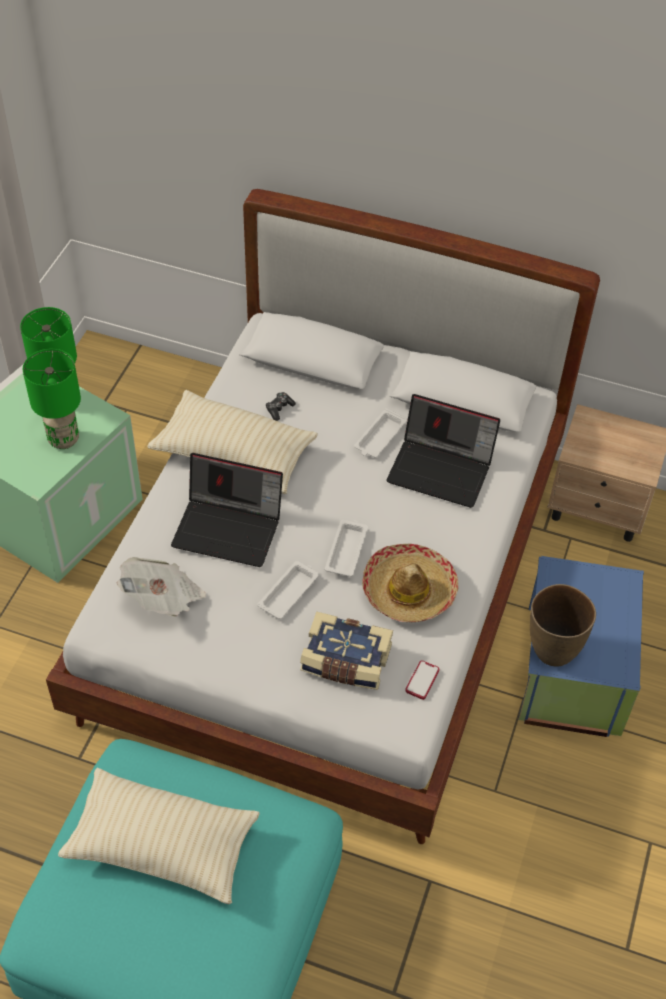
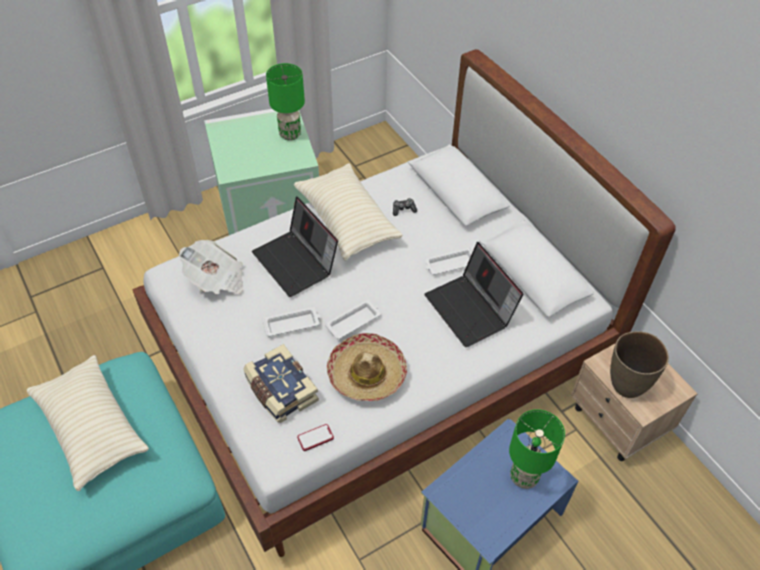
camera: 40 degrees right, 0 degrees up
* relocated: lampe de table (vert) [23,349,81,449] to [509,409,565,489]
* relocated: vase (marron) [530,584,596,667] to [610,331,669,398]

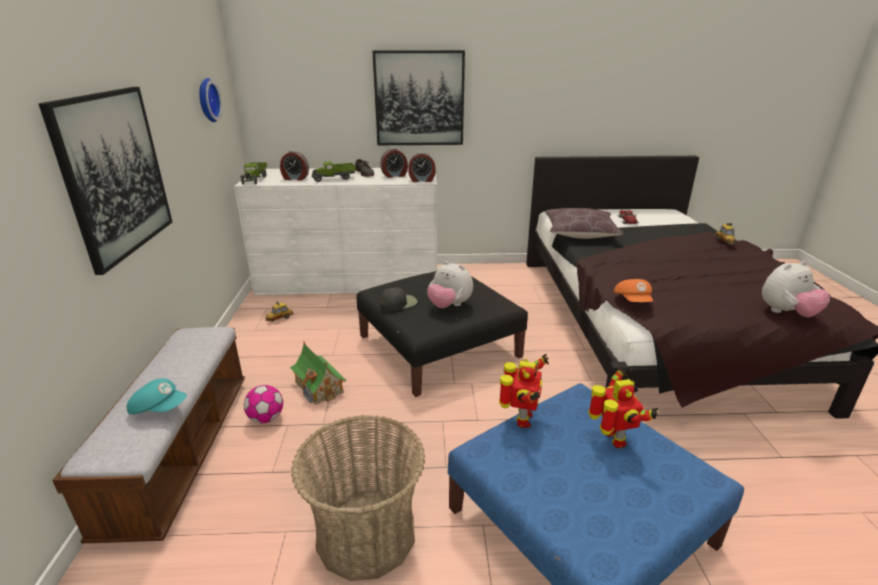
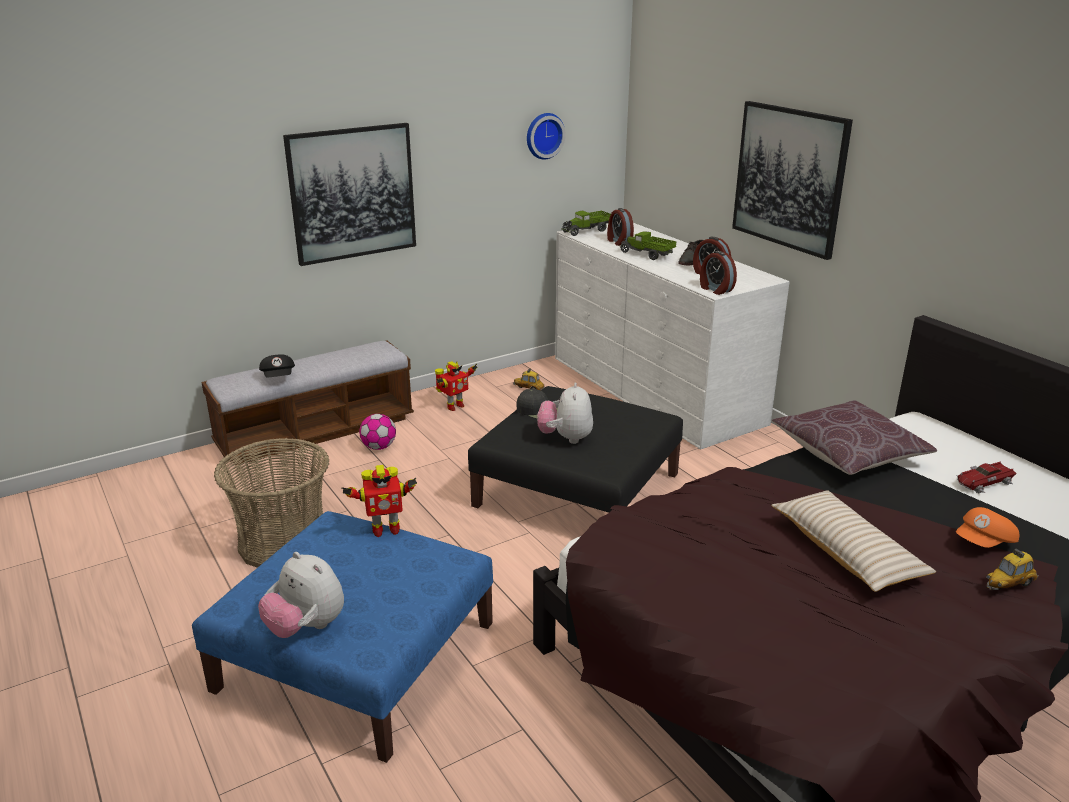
camera: 60 degrees right, 0 degrees up
* missing: maison miniature [290,342,346,405]
* appeared: coussin (beige) [771,490,936,592]
* relocated: robot jouet [588,366,658,448] to [435,361,478,411]
* relocated: casquette (orange) [614,279,653,302] to [956,507,1019,548]
* relocated: peluche [762,261,830,317] to [258,552,344,638]
* colour: casquette (turquoise) [127,378,187,414] to casquette (noir) [259,354,295,377]

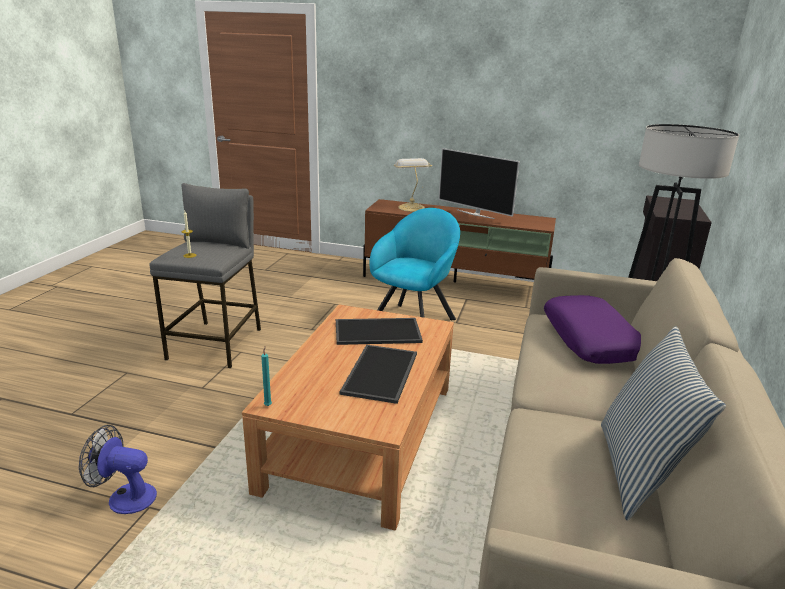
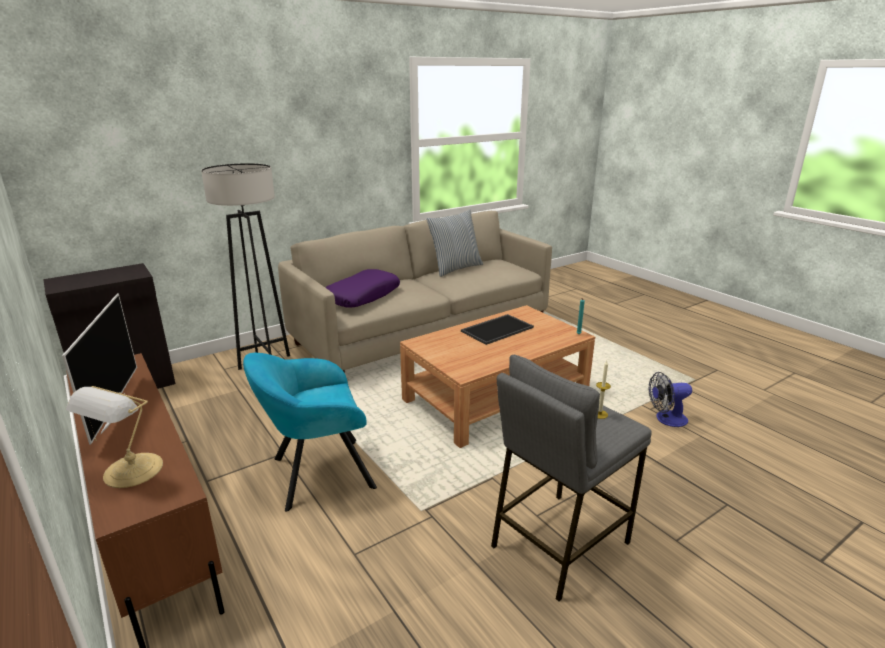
camera: 140 degrees left, 0 degrees up
* missing: plateau [336,318,423,345]
* spun: ventilateur [79,425,157,514] = [649,372,692,427] 120 degrees clockwise

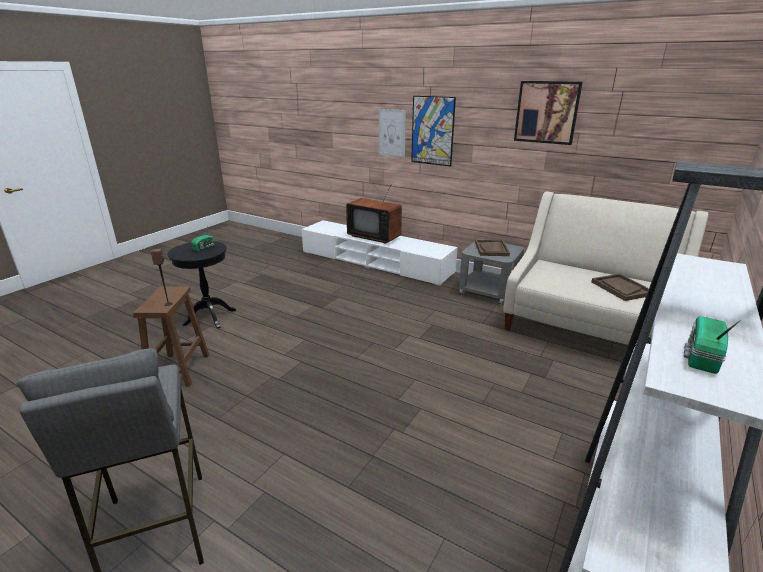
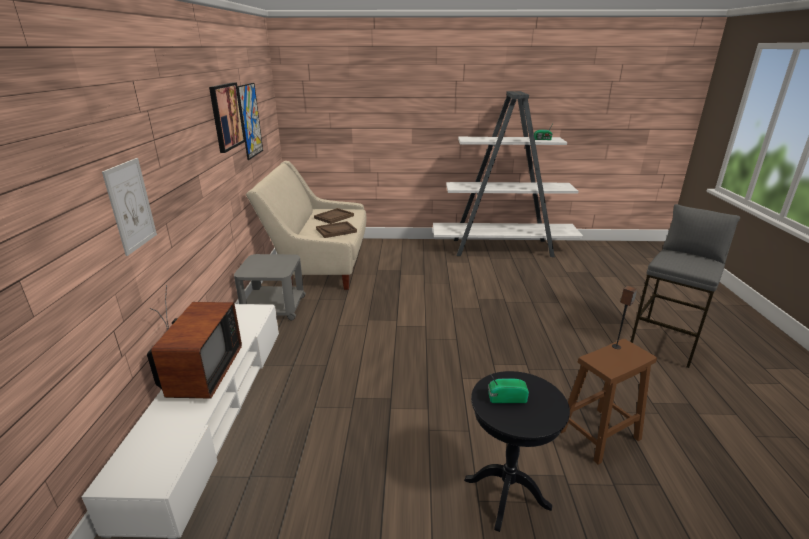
camera: 120 degrees left, 0 degrees up
* relocated: tableau [411,96,456,166] to [237,83,263,160]
* relocated: plateau (marron) [475,240,510,256] to [316,221,357,238]

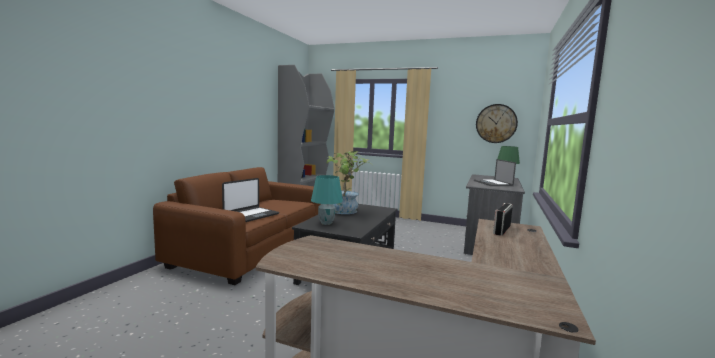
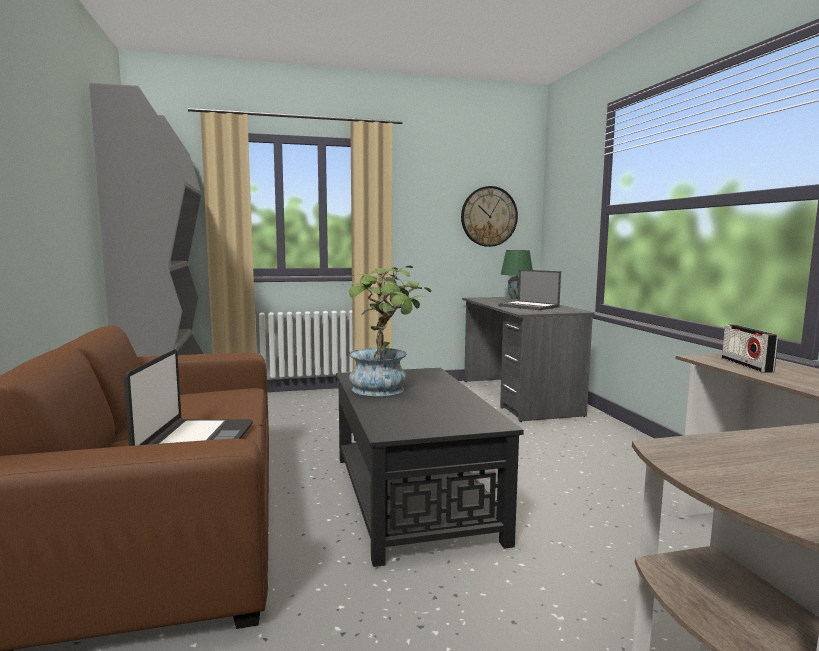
camera: 35 degrees left, 0 degrees up
* missing: lampe de table (turquoise) [311,175,343,225]

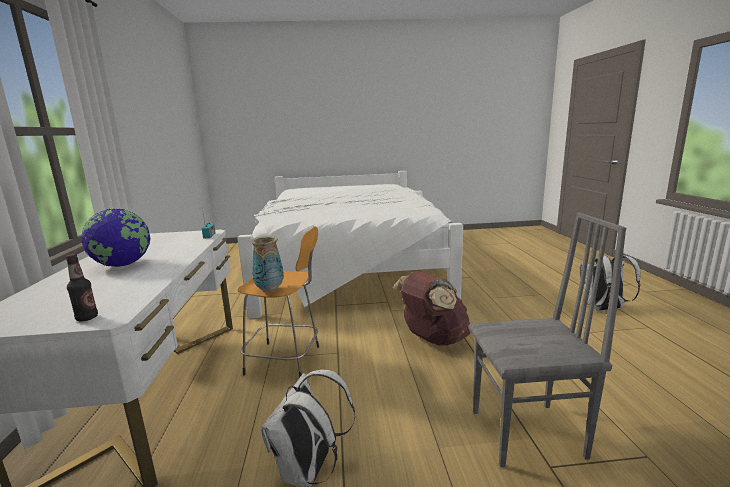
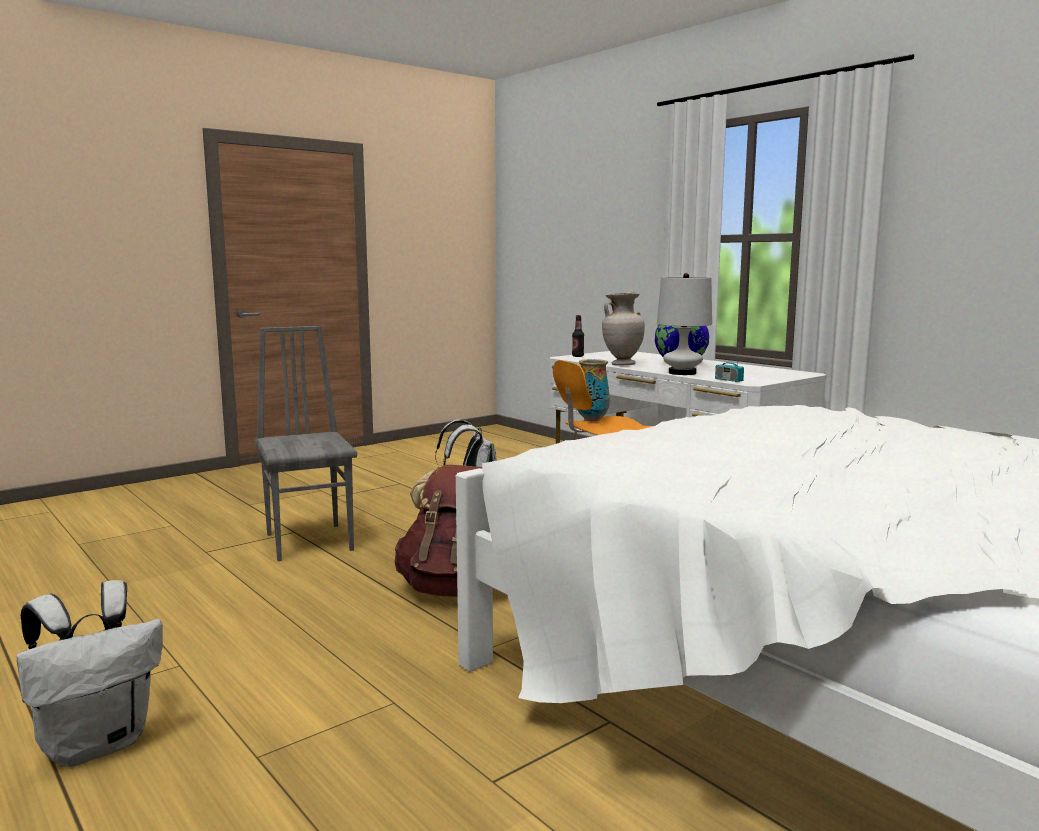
camera: 145 degrees right, 5 degrees down
* appeared: vase (beige) [602,293,645,365]
* appeared: lampe de table (blanc) [657,273,712,375]
* spun: chaise (gris) [469,212,626,467] = [255,326,357,561] 105 degrees clockwise

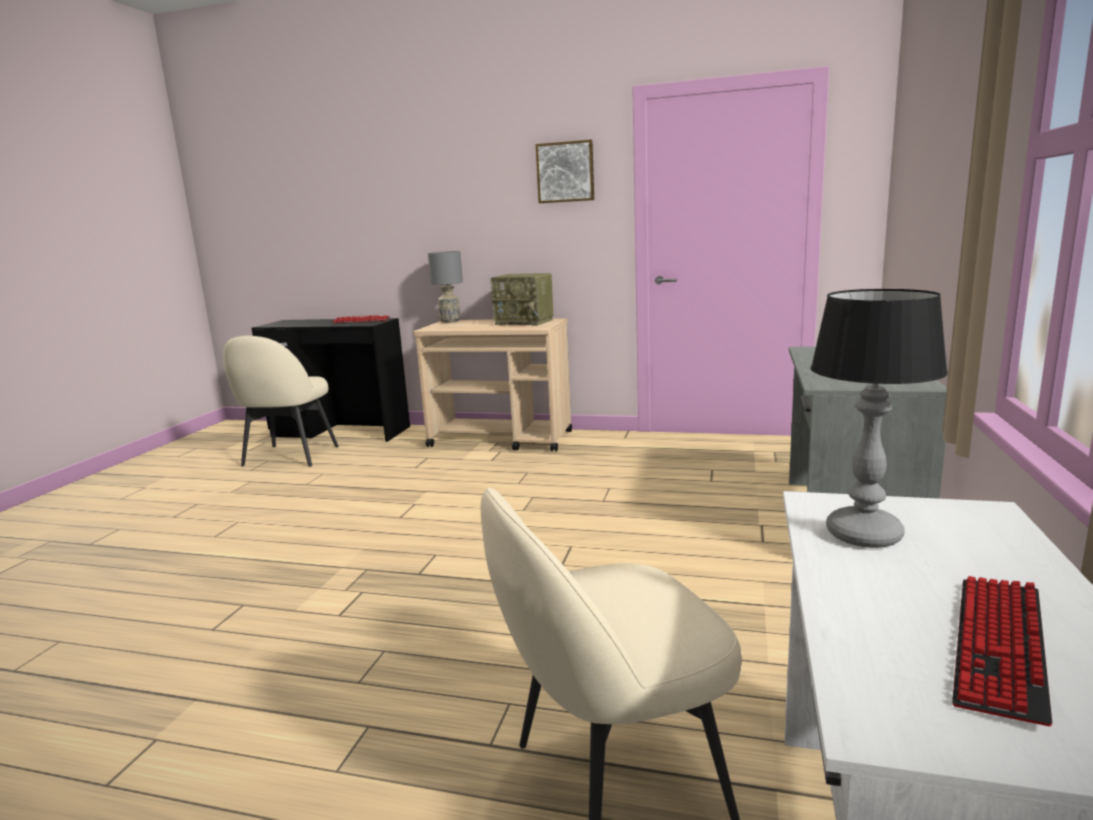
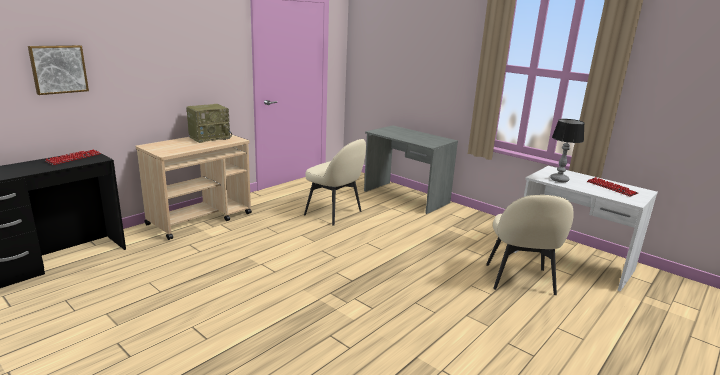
camera: 65 degrees left, 5 degrees up
* missing: lampe de table (gris) [428,251,463,323]
* relocated: chaise (beige) [223,336,339,467] to [304,139,366,226]
* relocated: tableau [535,140,594,203] to [28,45,89,95]

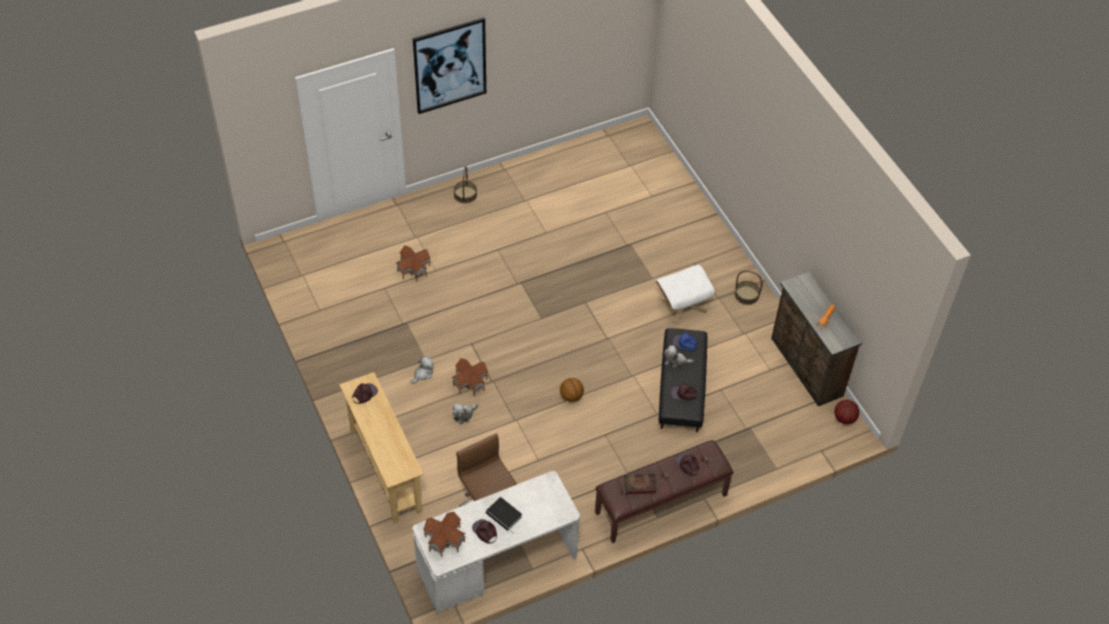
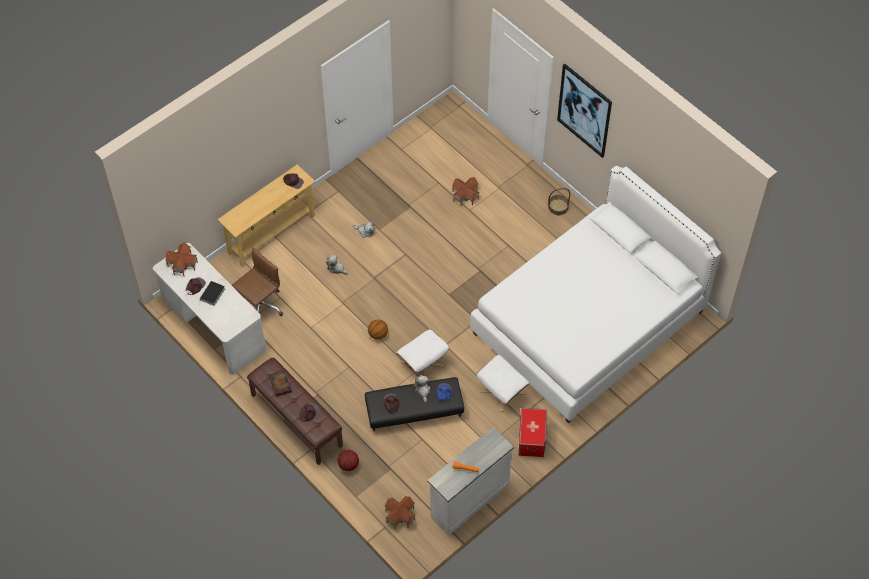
camera: 75 degrees right, 5 degrees up
* appeared: pouf (blanc) [396,329,449,376]
* appeared: lit (blanc) [470,166,721,423]
* relocated: maison miniature [452,358,488,396] to [384,496,416,529]
* relocated: ballon de basket [834,400,859,424] to [338,450,359,471]
* exchanged: panier [735,270,763,305] to boîte de rangement [519,408,547,457]
* colour: commode (marron) [771,272,862,406] to commode (blanc) [427,427,514,535]

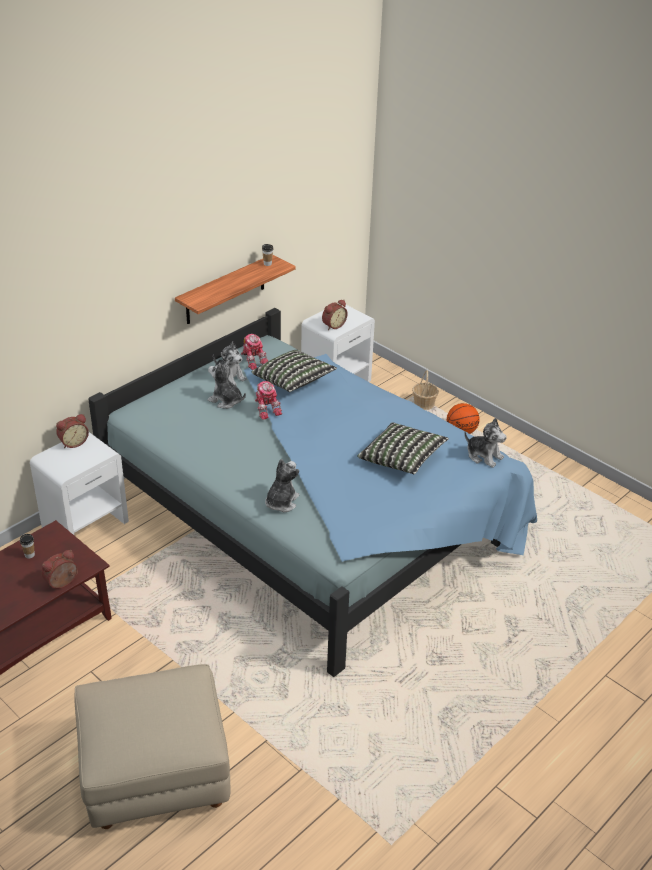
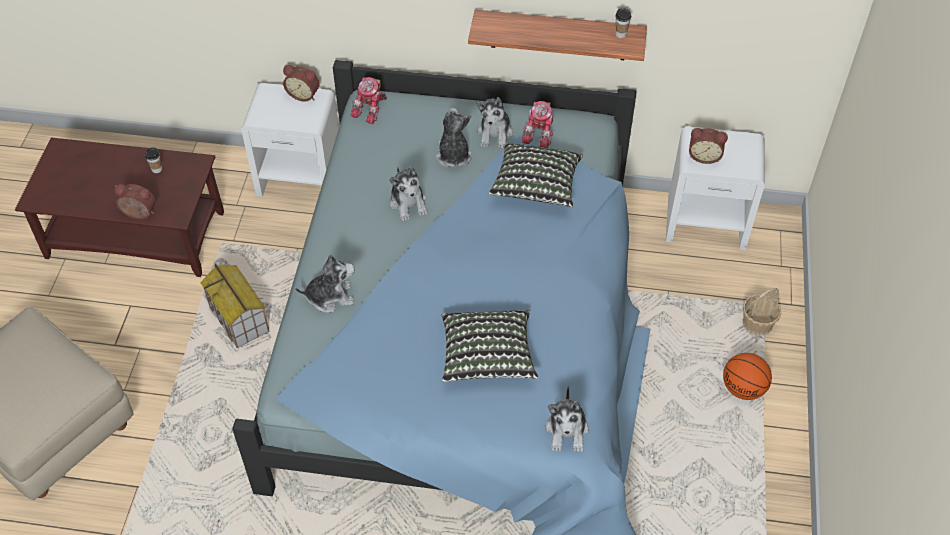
camera: 55 degrees right, 15 degrees up
* appeared: maison miniature [200,264,270,348]
* appeared: peluche [389,166,428,221]
* relocated: robot jouet [255,381,282,420] to [350,77,387,124]

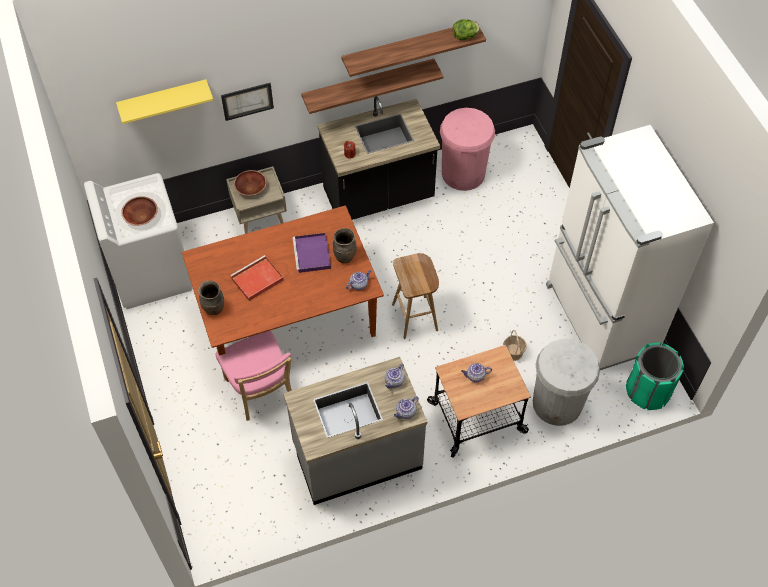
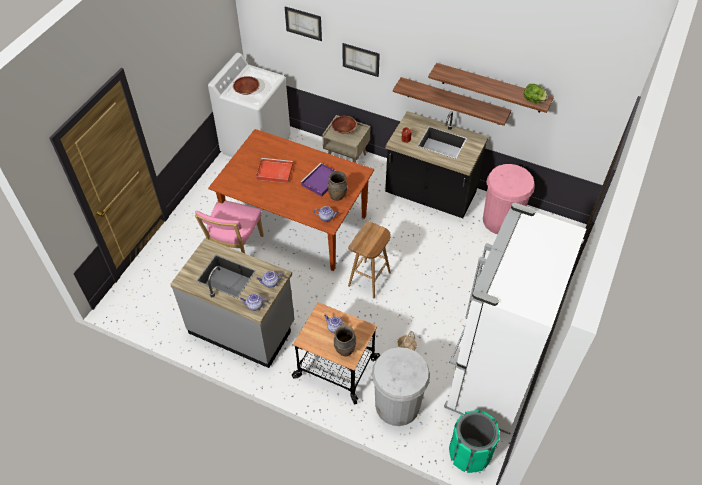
camera: 45 degrees right, 5 degrees down
* relocated: vase (marron) [198,281,224,315] to [334,325,356,356]
* exchanged: étagère (jaune) [116,79,213,124] to tableau [285,6,322,41]

